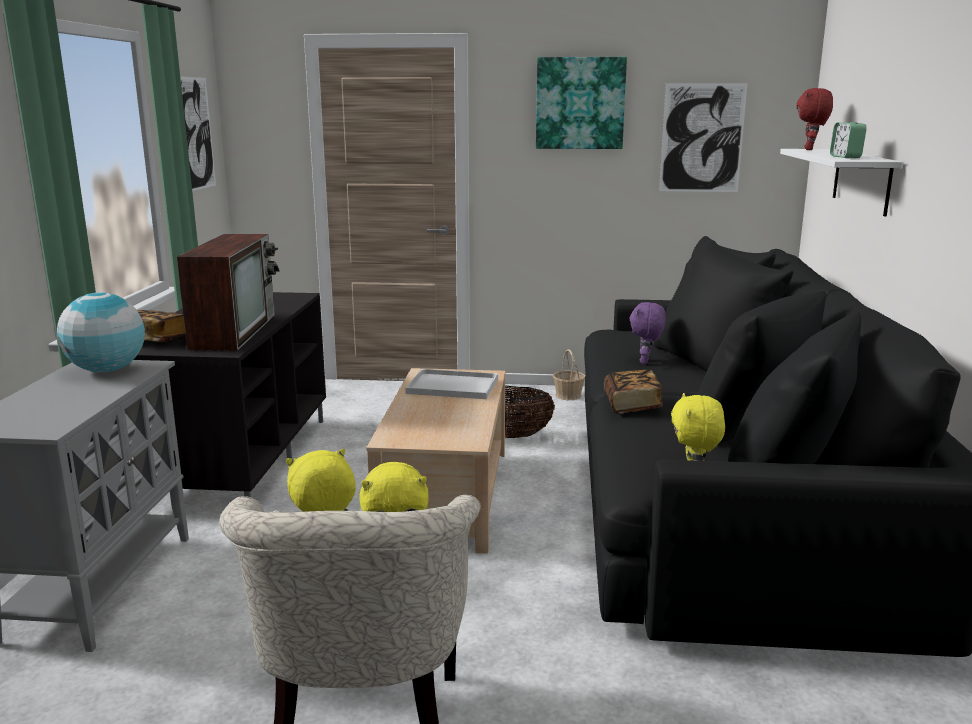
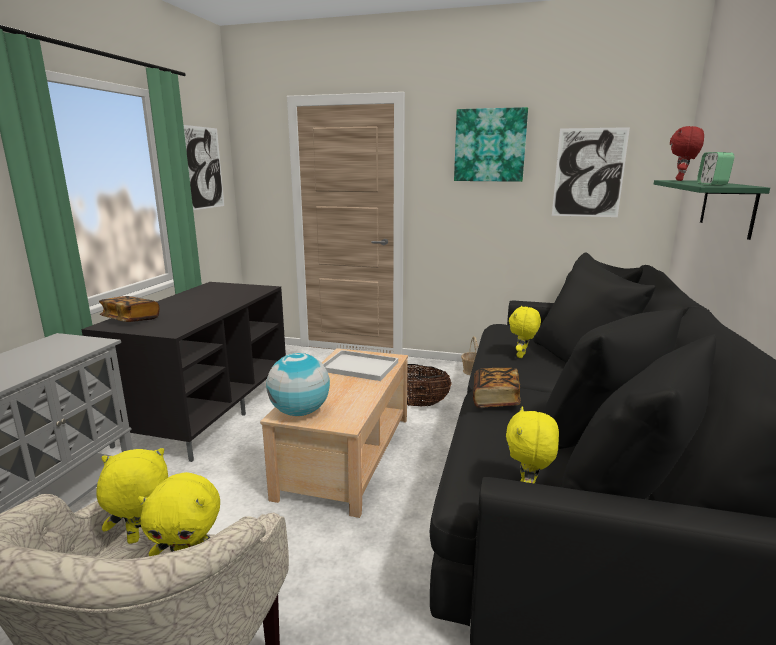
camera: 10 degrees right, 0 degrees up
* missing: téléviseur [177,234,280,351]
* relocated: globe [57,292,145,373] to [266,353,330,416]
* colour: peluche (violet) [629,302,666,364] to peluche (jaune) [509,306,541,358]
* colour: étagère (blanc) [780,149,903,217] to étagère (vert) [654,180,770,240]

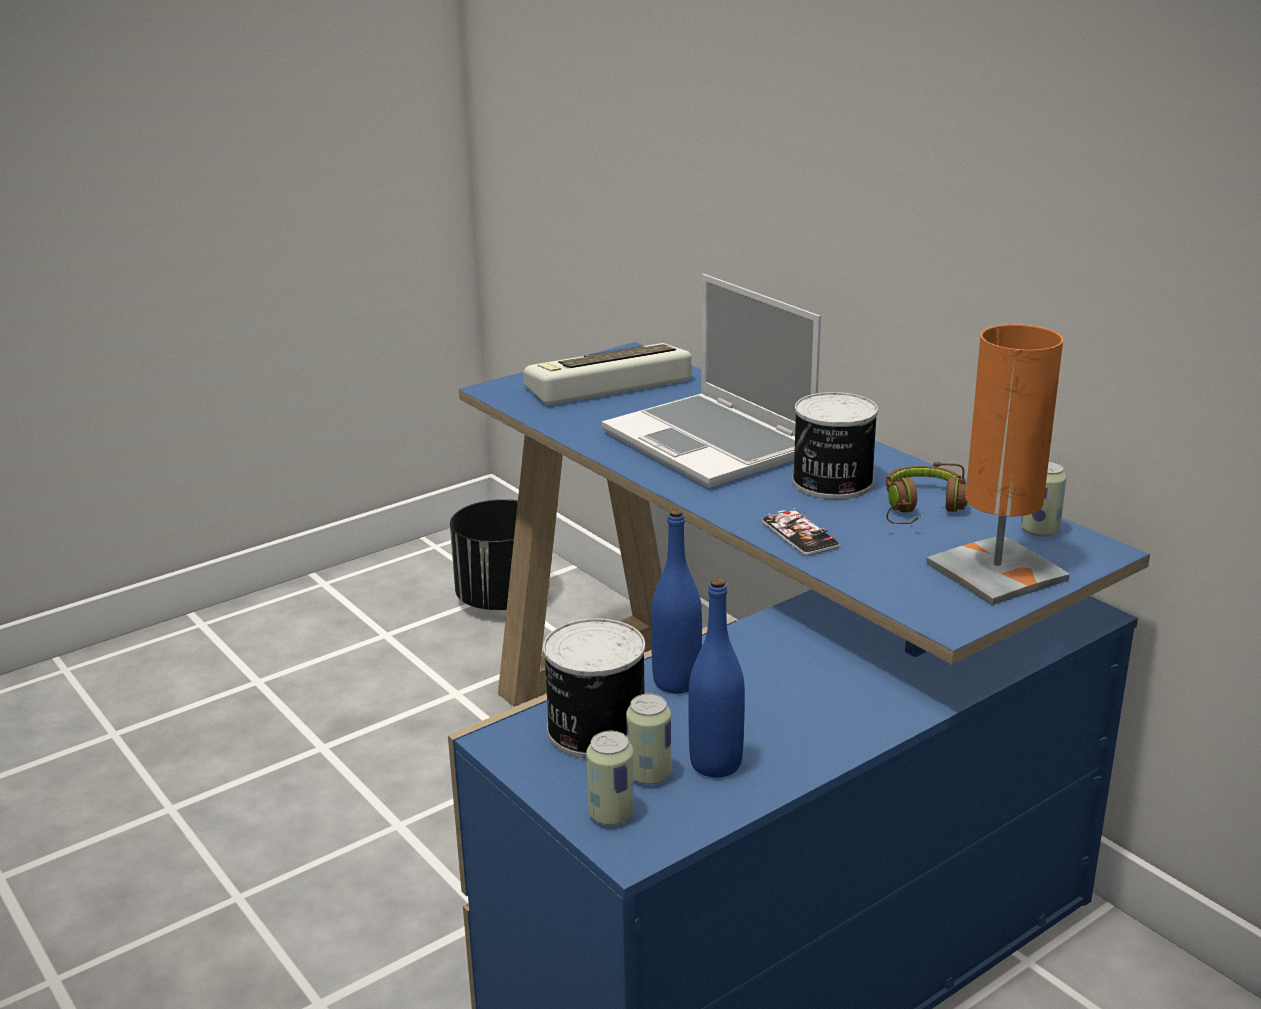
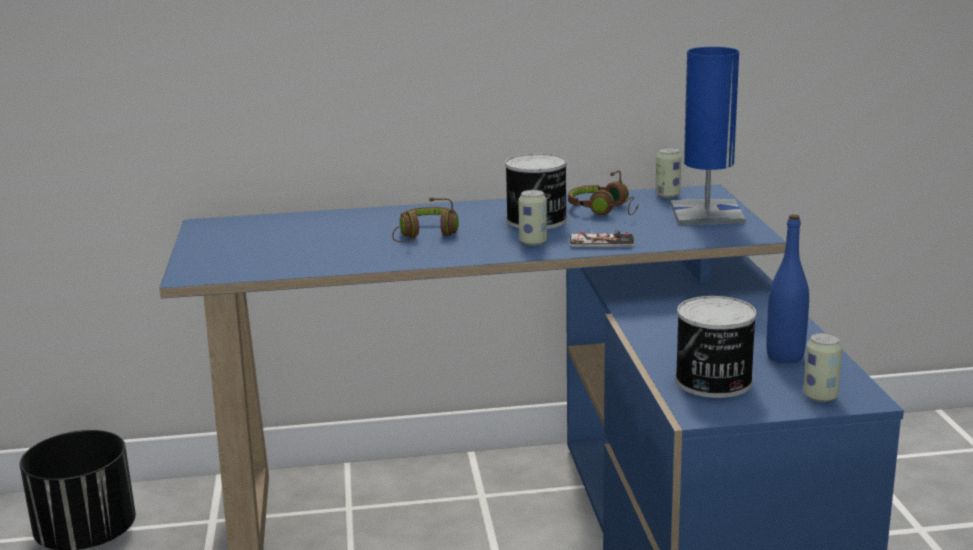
camera: 60 degrees left, 5 degrees down
* missing: clavier [523,343,692,405]
* missing: bouteille (bleu) [651,509,702,693]
* relocated: boîte métallique [626,694,671,785] to [518,190,547,246]
* exchanged: ordinateur portable [602,274,821,488] to casque audio (marron) [392,197,459,242]
* colour: lampe de table (orange) [926,324,1070,605] to lampe de table (bleu) [671,47,746,225]

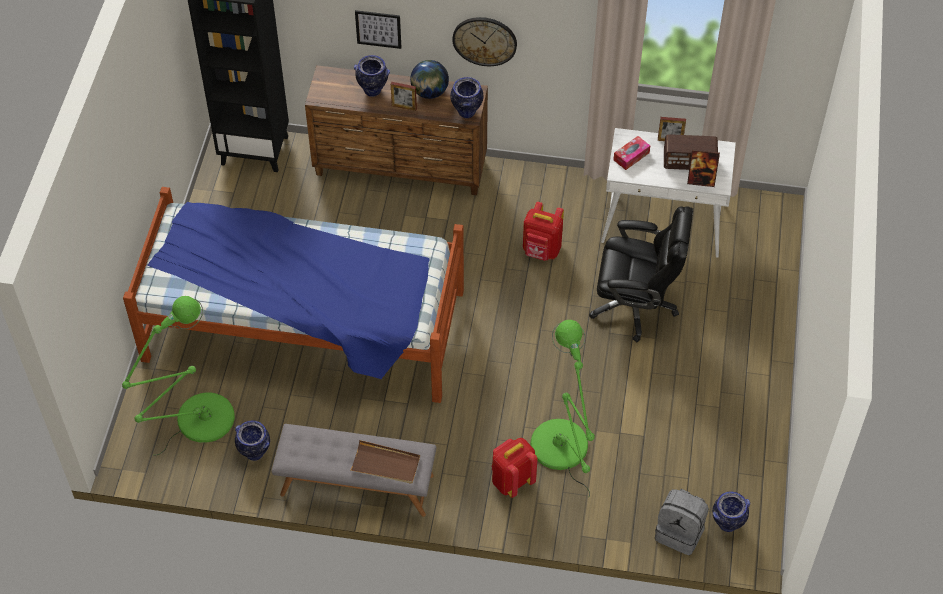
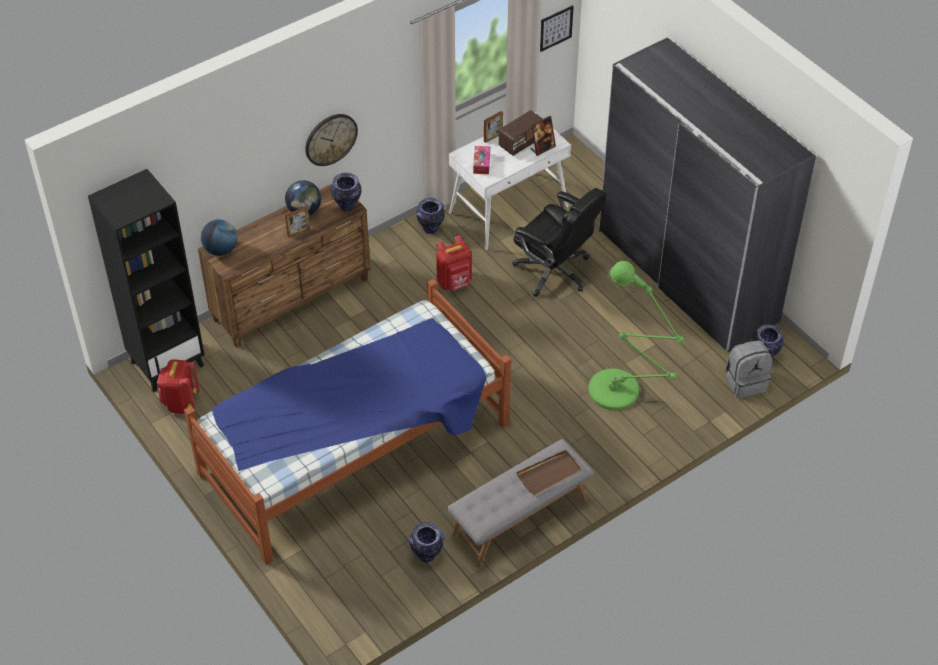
camera: 45 degrees left, 5 degrees down
* missing: lampadaire (vert) [122,296,235,456]
* appeared: globe [201,219,237,256]
* appeared: armoire (gris) [599,37,816,352]
* relocated: vase [354,55,390,97] to [416,198,445,234]
* relocated: tableau [355,10,401,49] to [540,5,573,52]
* relocated: sac à dos (rouge) [492,438,538,498] to [157,359,200,414]
* spun: chaise de bureau (noir) [589,206,693,342] = [512,188,606,297] 75 degrees clockwise

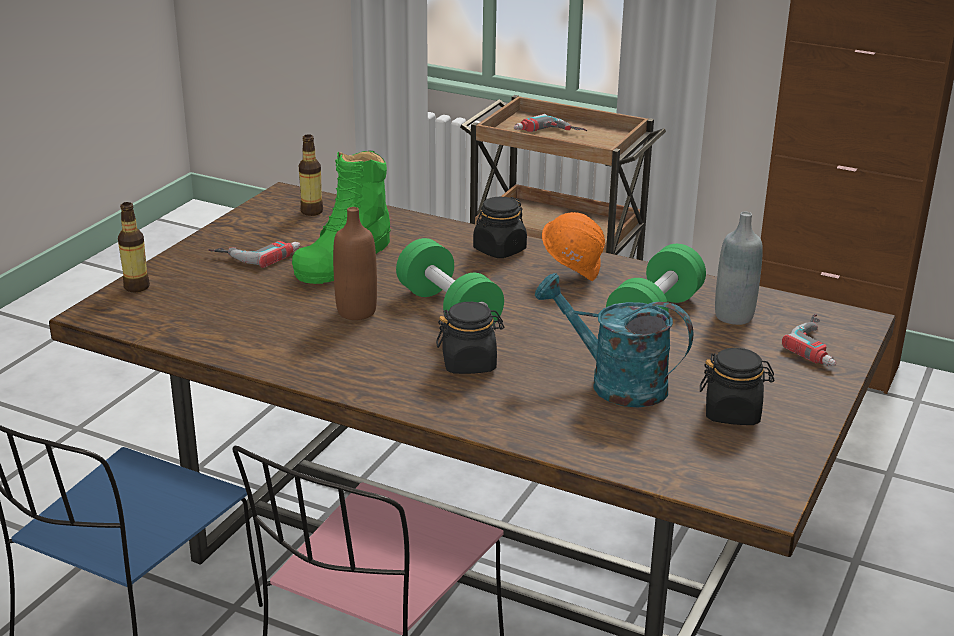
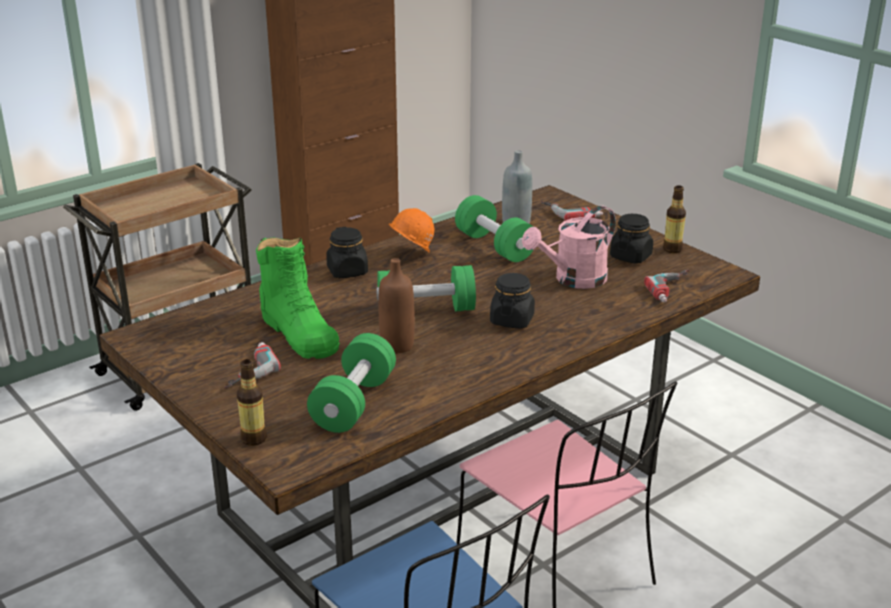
camera: 65 degrees left, 0 degrees up
* appeared: haltère (vert) [307,333,396,433]
* relocated: bouteille [298,134,323,216] to [663,185,686,253]
* relocated: perceuse [514,114,587,132] to [644,270,690,302]
* colour: arrosoir (turquoise) [535,273,693,408] to arrosoir (rose) [522,206,616,289]

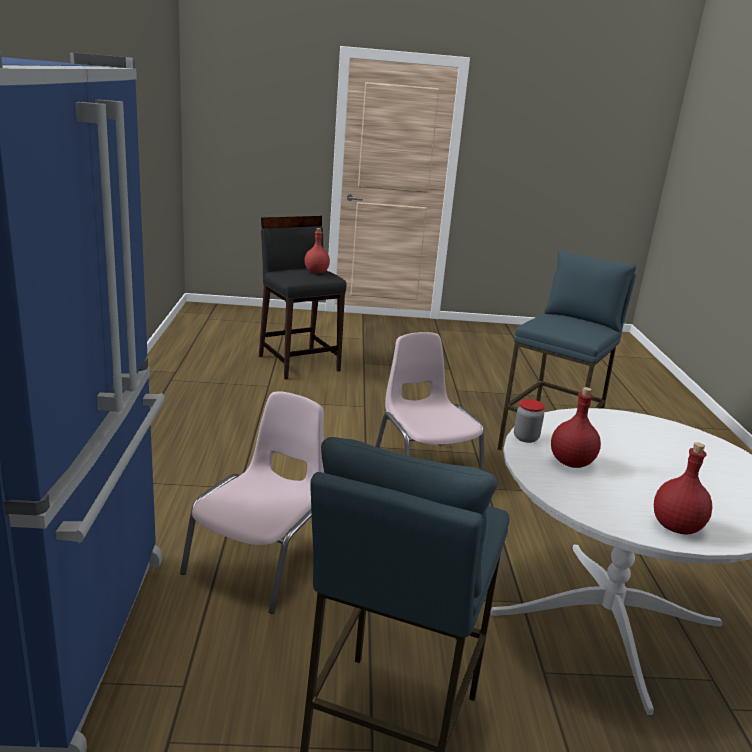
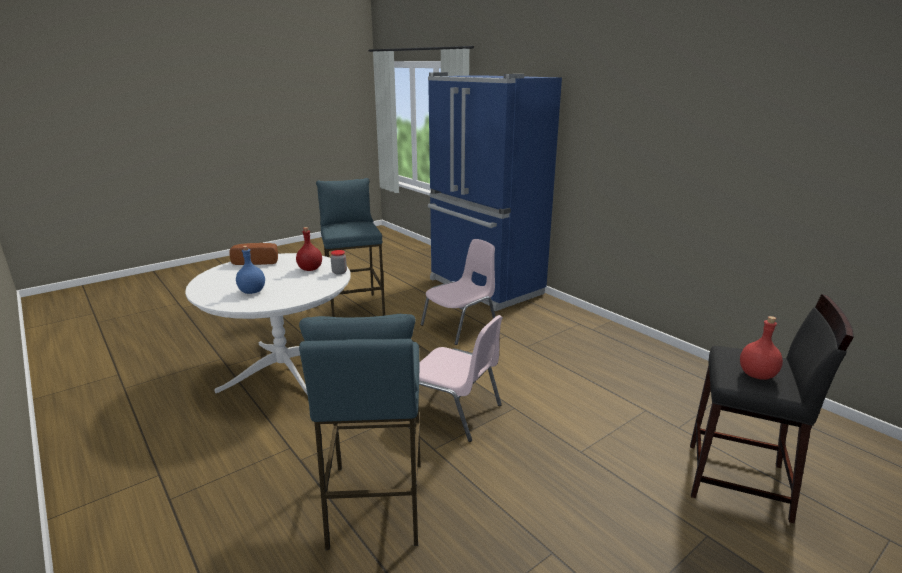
camera: 145 degrees right, 0 degrees up
* appeared: bouteille (bleu) [236,246,265,294]
* exchanged: bouteille (rouge) [654,442,712,535] to pain [229,243,278,265]
* spun: chaise (rose) [180,392,324,614] = [421,239,496,345] 120 degrees counterclockwise

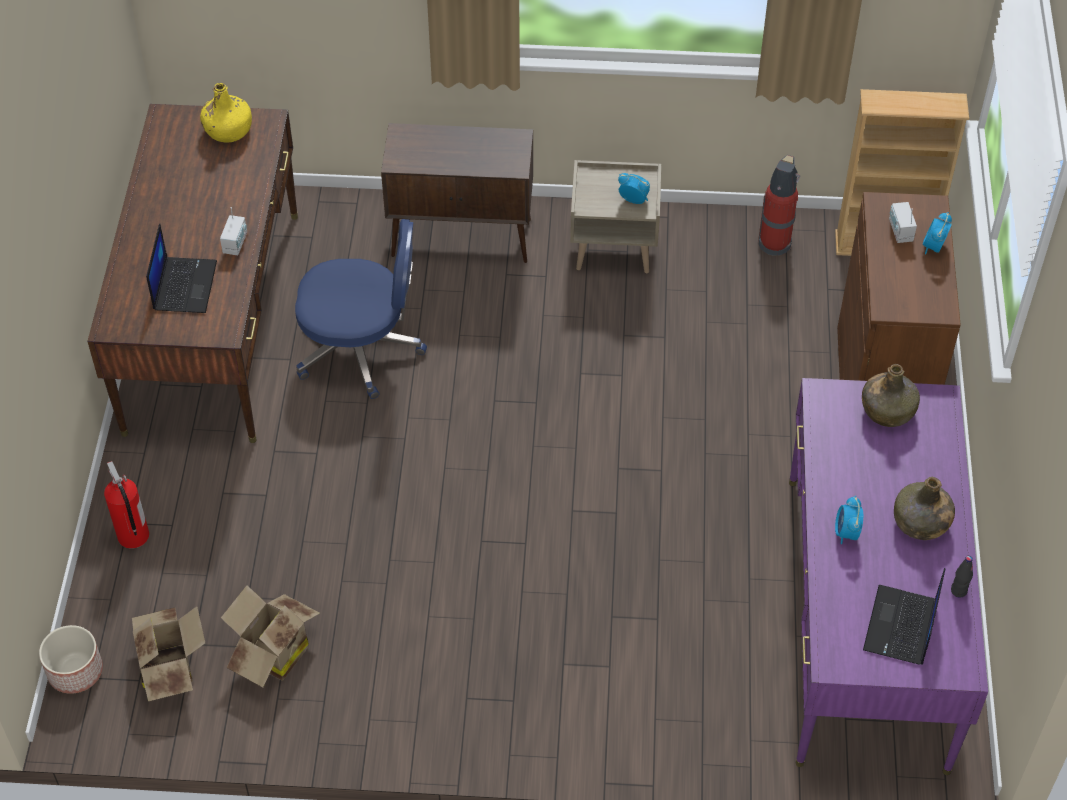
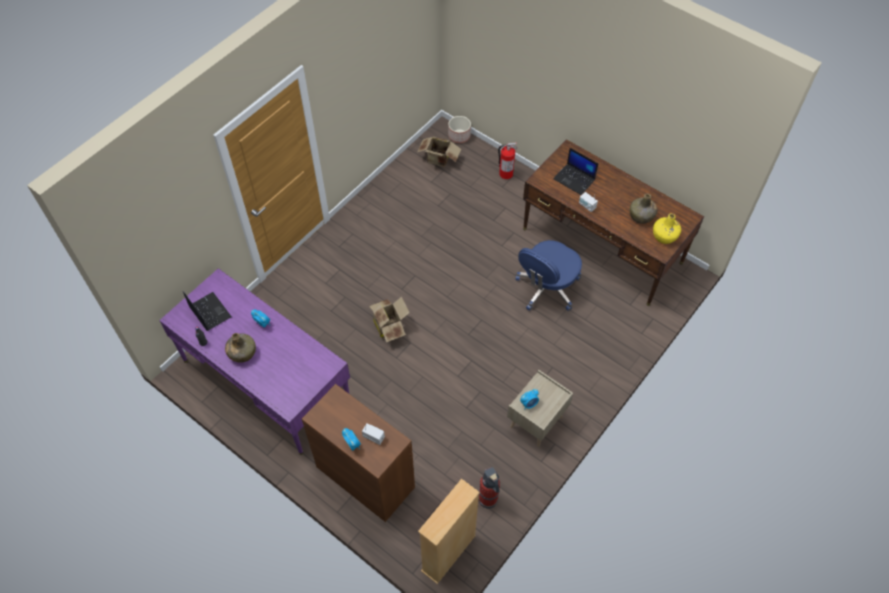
camera: 125 degrees right, 5 degrees up
* missing: meuble de rangement (marron) [381,123,533,263]
* relocated: carton [221,585,320,687] to [369,296,410,342]
* relocated: bouteille (vert) [862,364,920,427] to [630,194,658,224]

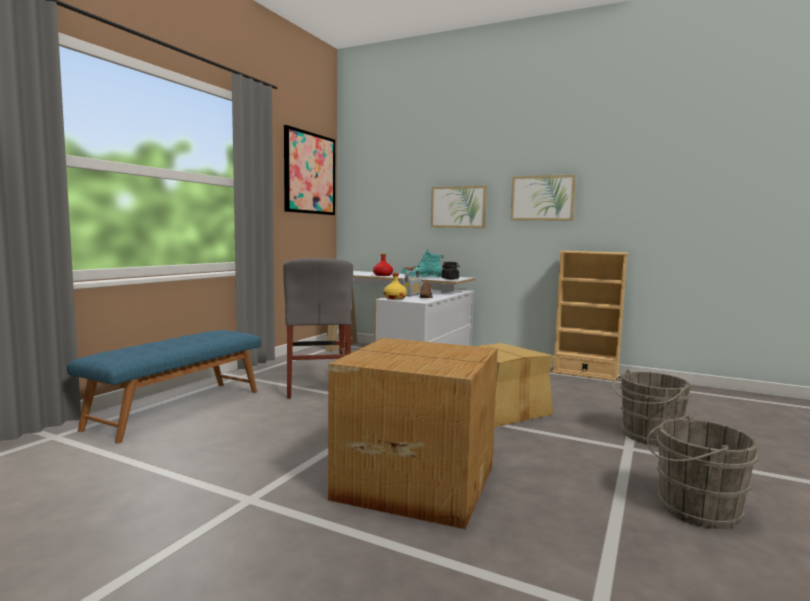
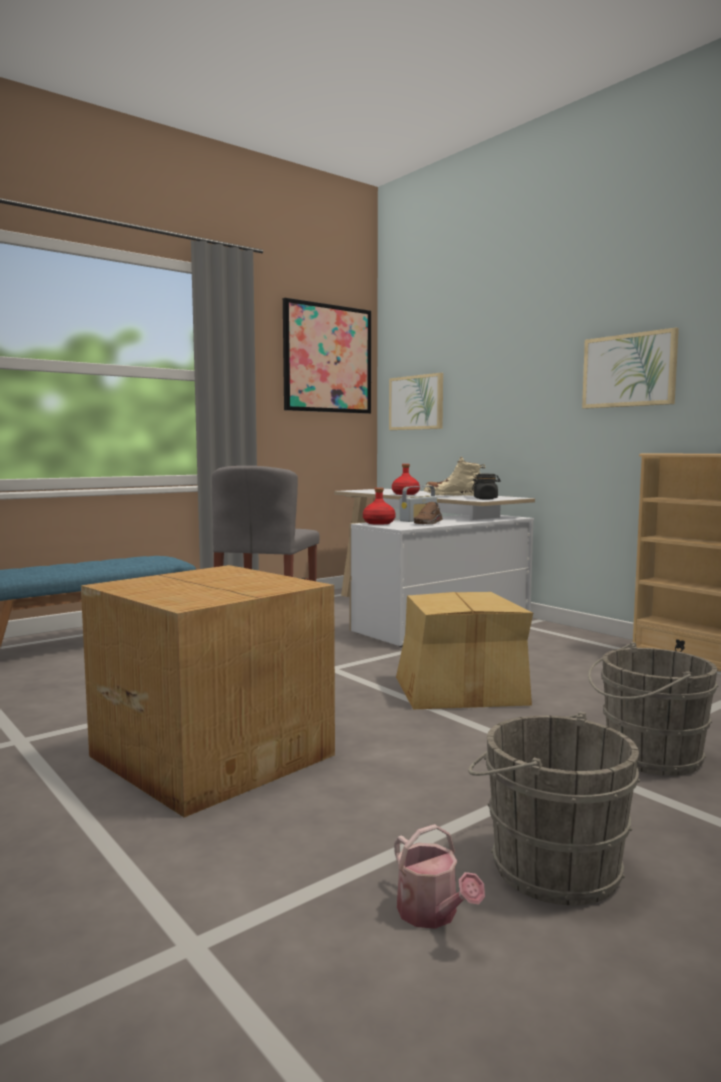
camera: 25 degrees right, 0 degrees up
* appeared: arrosoir [394,824,485,929]
* relocated: tableau [431,186,487,228] to [389,373,443,430]
* colour: bouteille (jaune) [384,273,407,299] to bouteille (rouge) [363,488,396,525]
* colour: botte (turquoise) [401,250,444,277] to botte (beige) [424,456,486,496]

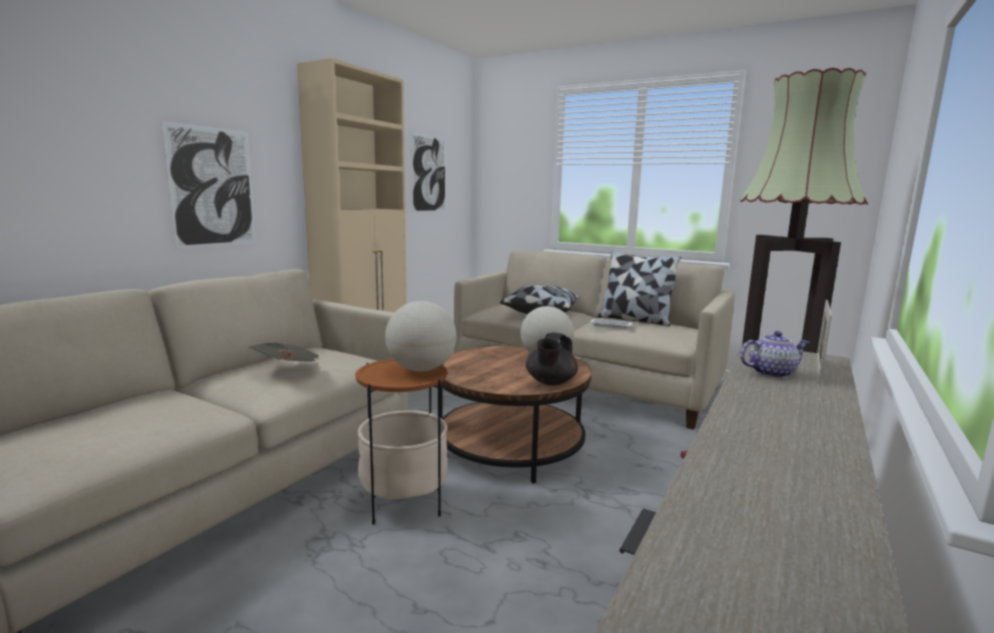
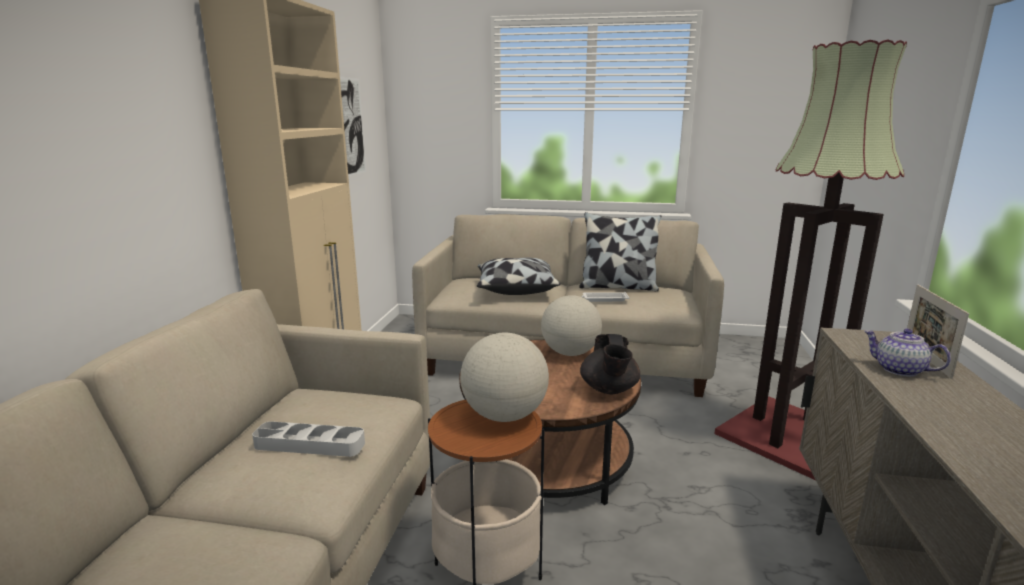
camera: 20 degrees left, 5 degrees up
* missing: tableau [161,121,256,249]
* exchanged: journal [248,343,320,362] to plateau (gris) [252,421,365,457]
* spun: théière [740,331,810,378] = [864,329,951,377] 105 degrees counterclockwise

